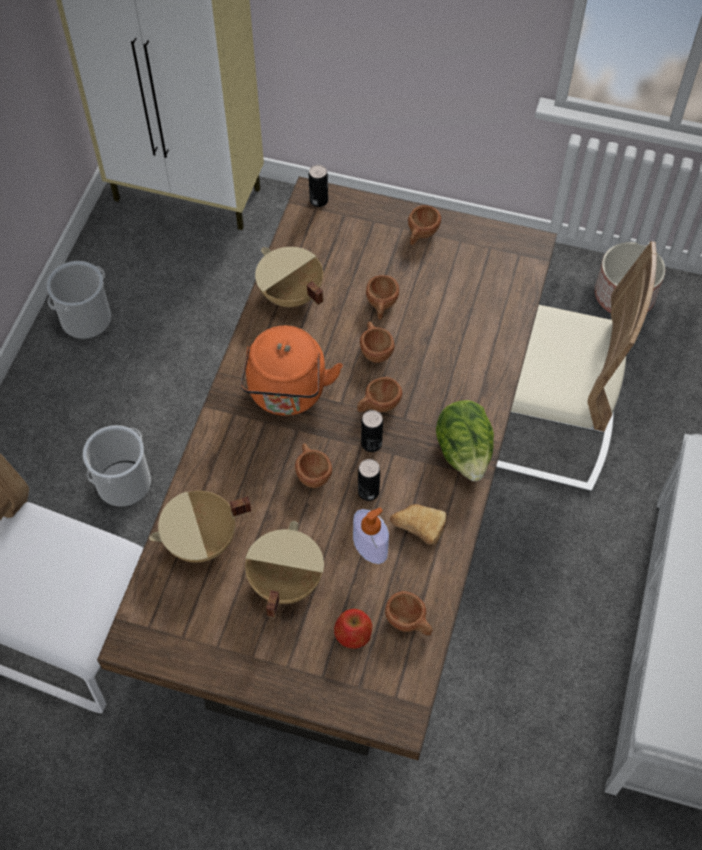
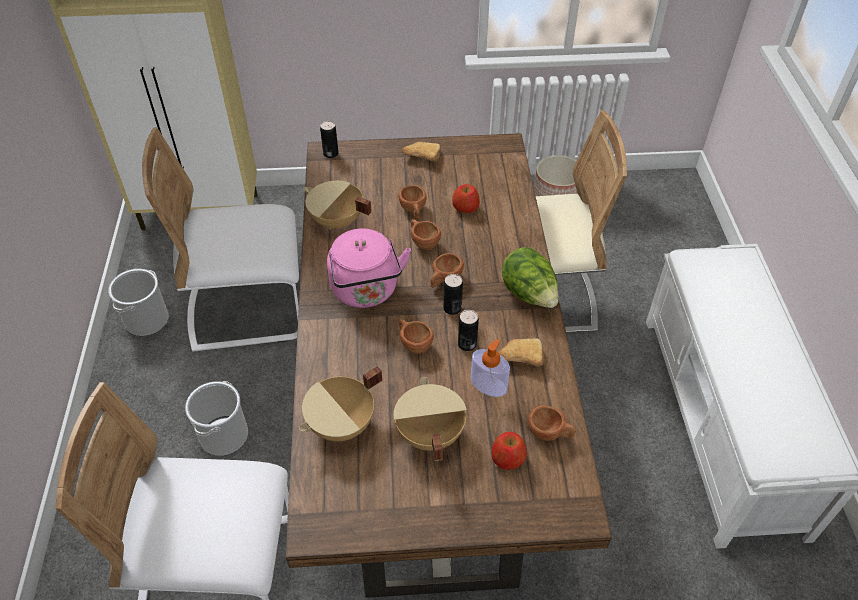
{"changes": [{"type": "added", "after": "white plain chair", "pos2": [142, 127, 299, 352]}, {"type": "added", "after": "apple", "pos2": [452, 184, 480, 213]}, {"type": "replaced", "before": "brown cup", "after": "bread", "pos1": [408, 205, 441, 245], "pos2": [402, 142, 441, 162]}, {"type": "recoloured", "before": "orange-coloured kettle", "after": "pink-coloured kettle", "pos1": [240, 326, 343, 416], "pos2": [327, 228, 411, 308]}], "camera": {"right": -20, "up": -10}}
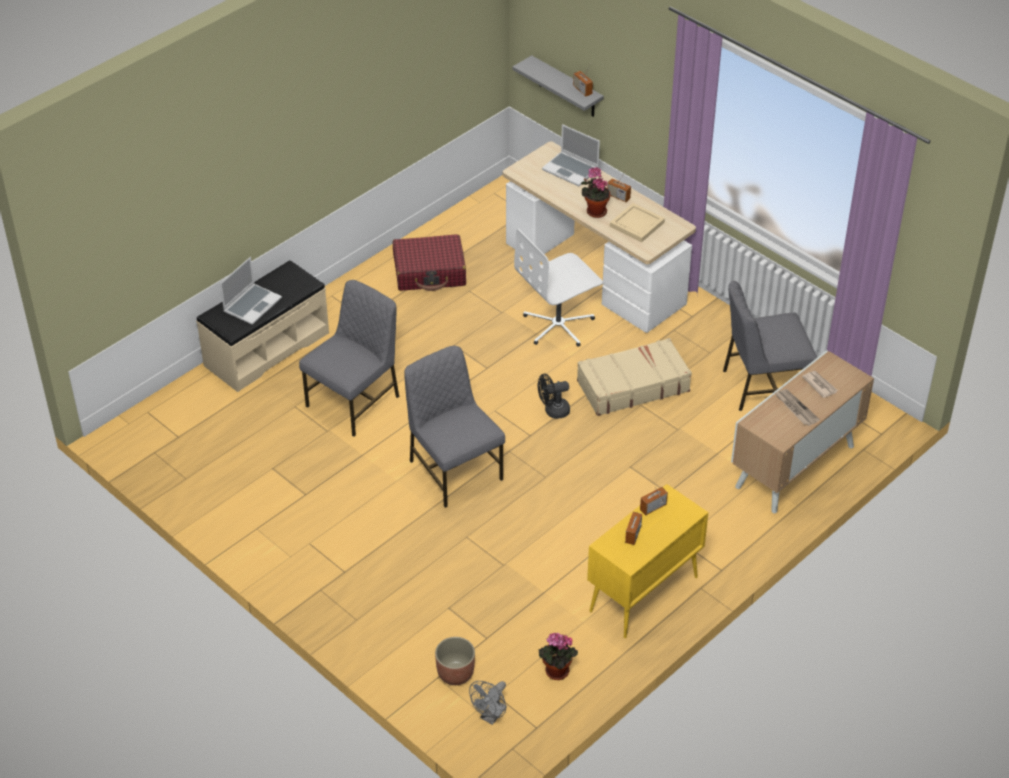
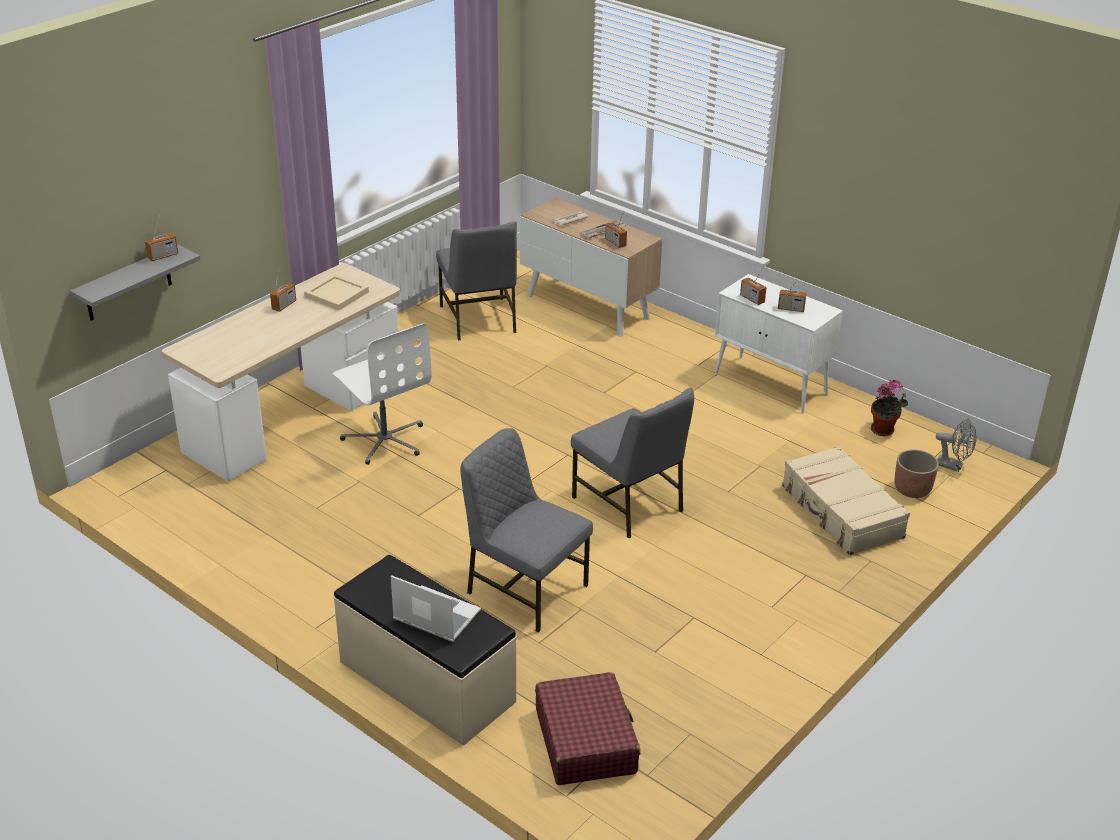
{"changes": [{"type": "removed", "before": "black electric fan", "pos1": [538, 374, 570, 419]}, {"type": "removed", "before": "portable computer", "pos1": [542, 124, 600, 186]}, {"type": "removed", "before": "plant in a pot", "pos1": [581, 167, 610, 218]}, {"type": "added", "after": "radio", "pos2": [605, 212, 627, 248]}, {"type": "moved", "before": "reddish suitcase", "pos1": [393, 234, 466, 291], "pos2": [535, 672, 640, 785]}, {"type": "moved", "before": "beige-coloured suitcase", "pos1": [577, 338, 692, 416], "pos2": [782, 446, 910, 555]}, {"type": "recoloured", "before": "yellow-coloured cabinet", "after": "white cabinet", "pos1": [587, 484, 709, 638], "pos2": [715, 274, 843, 414]}, {"type": "turned", "before": "greyish plain chair", "pos1": [404, 346, 505, 508], "pos2": [571, 388, 694, 538], "turn": -90}], "camera": {"right": -95, "up": -10}}
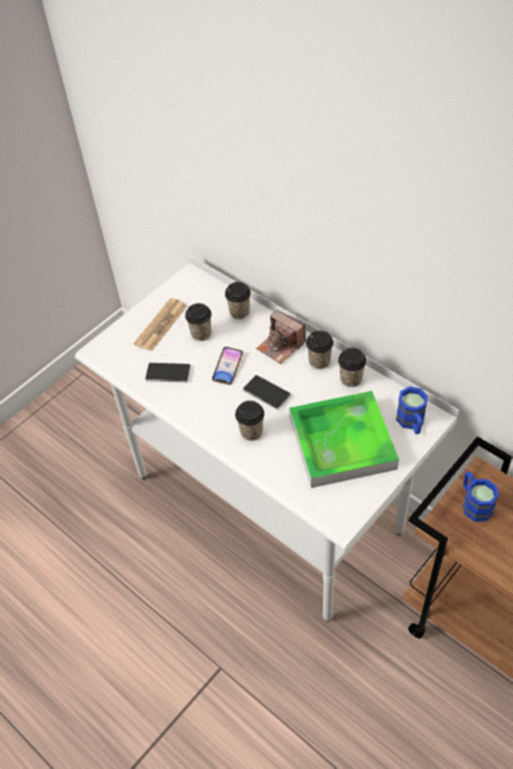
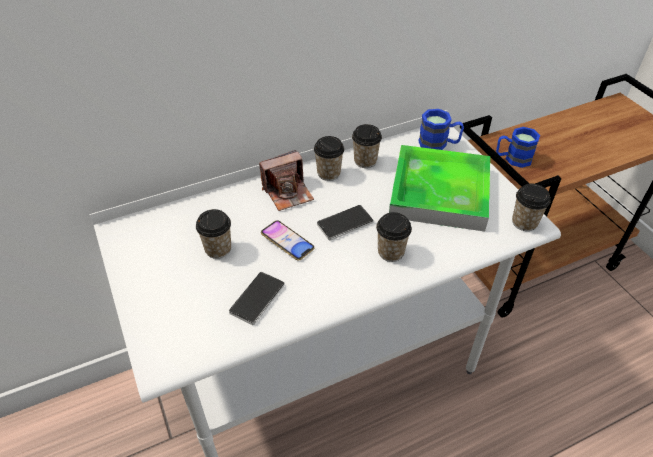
{"changes": [{"type": "removed", "before": "printed paper", "pos1": [134, 298, 187, 351]}, {"type": "moved", "before": "cup", "pos1": [225, 282, 251, 319], "pos2": [512, 183, 551, 231]}], "camera": {"right": -70, "up": -5}}
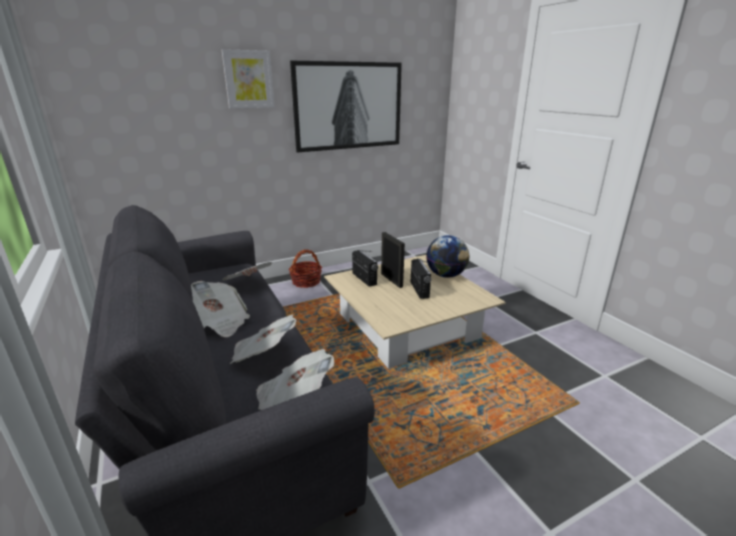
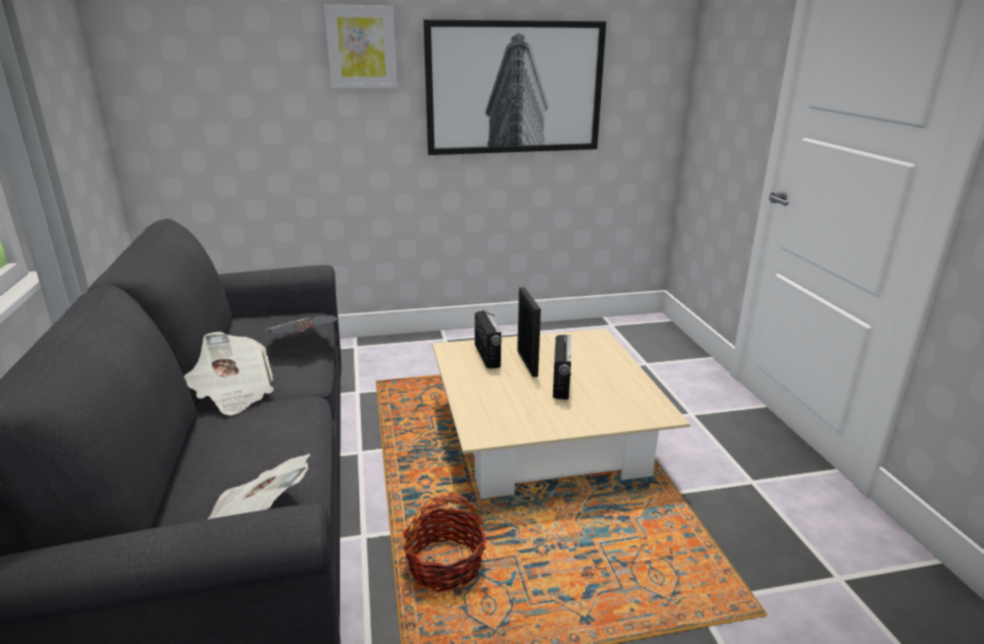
{"changes": [{"type": "removed", "before": "printed paper", "pos1": [230, 314, 296, 364]}, {"type": "removed", "before": "globe", "pos1": [426, 235, 470, 278]}, {"type": "moved", "before": "storage basket", "pos1": [289, 249, 322, 288], "pos2": [402, 492, 486, 592]}], "camera": {"right": 15, "up": 0}}
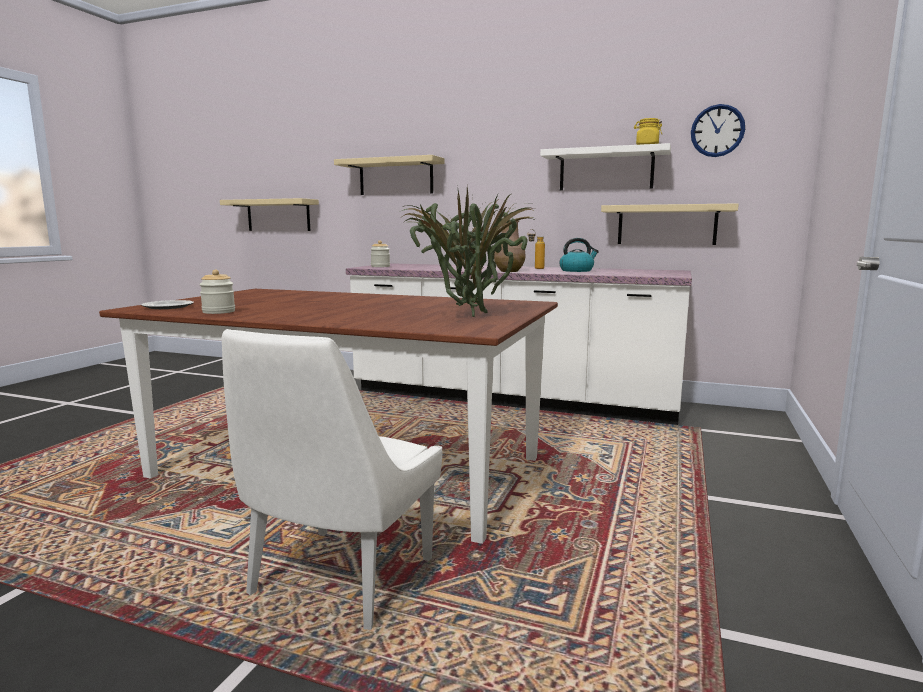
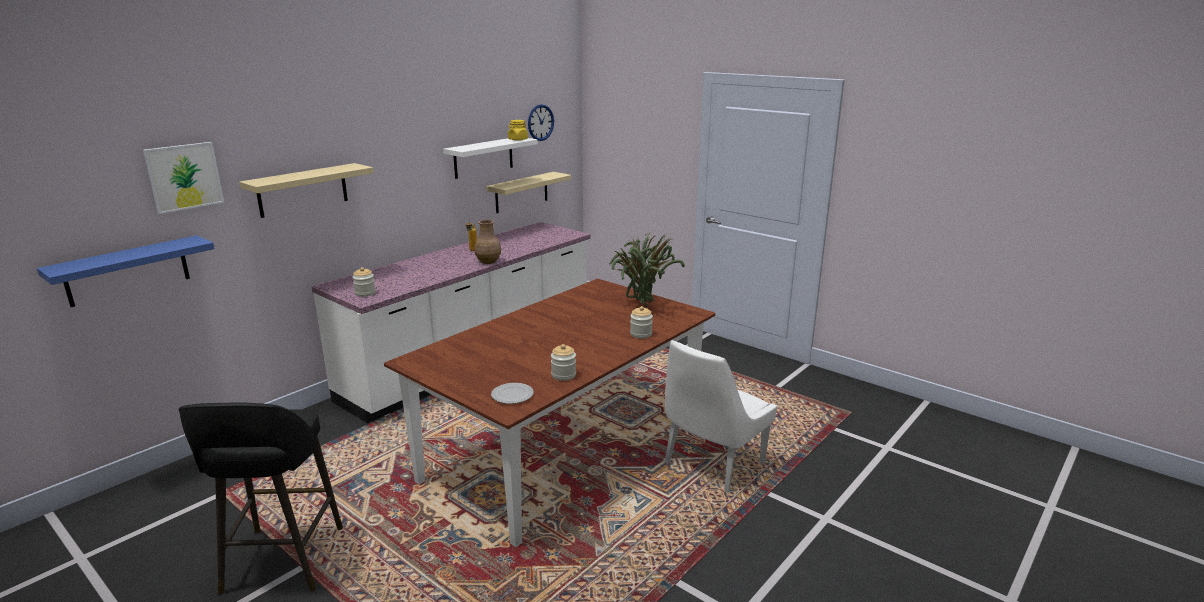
{"changes": [{"type": "removed", "before": "kettle", "pos1": [559, 238, 599, 272]}, {"type": "added", "after": "wall art", "pos2": [143, 142, 224, 214]}, {"type": "added", "after": "black sitting stool", "pos2": [178, 402, 343, 594]}, {"type": "added", "after": "preserve jar", "pos2": [630, 306, 653, 338]}, {"type": "recoloured", "before": "beige-coloured wall shelf", "after": "blue-coloured wall shelf", "pos1": [220, 198, 319, 231], "pos2": [37, 235, 215, 307]}, {"type": "turned", "before": "white plain chair", "pos1": [222, 329, 442, 630], "pos2": [665, 340, 777, 493], "turn": 90}], "camera": {"right": -70, "up": 10}}
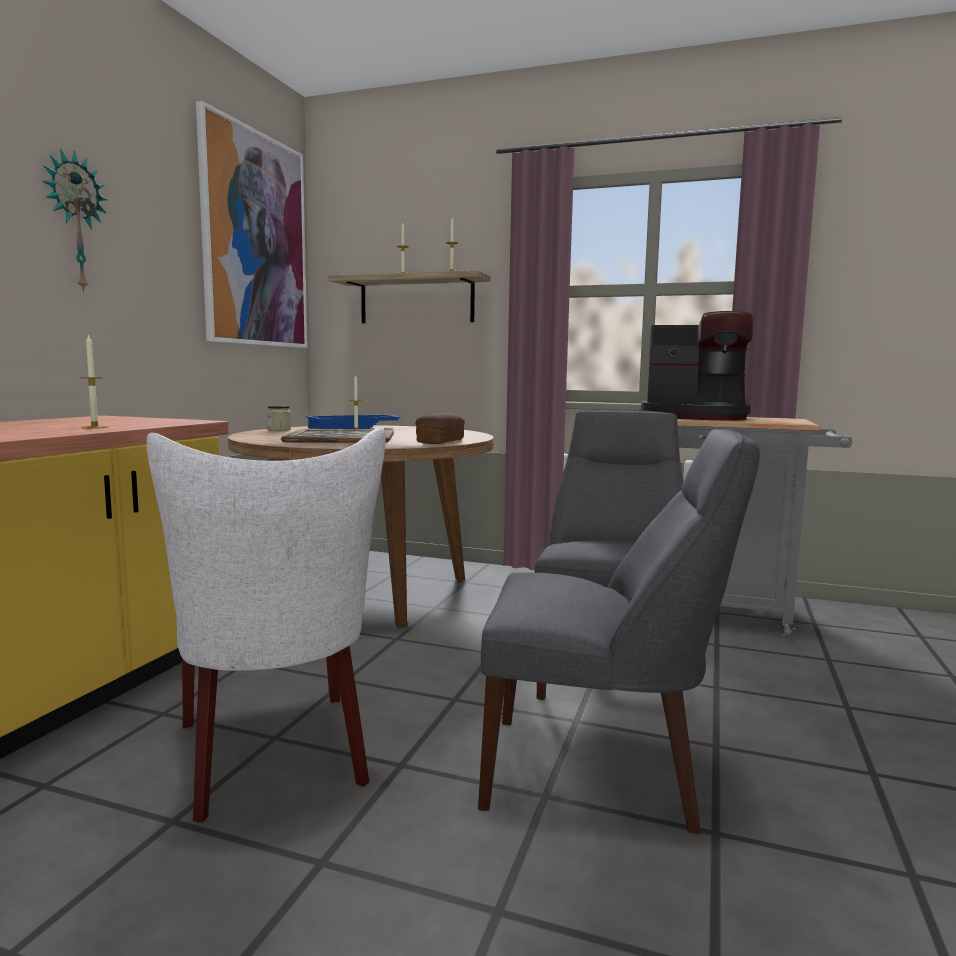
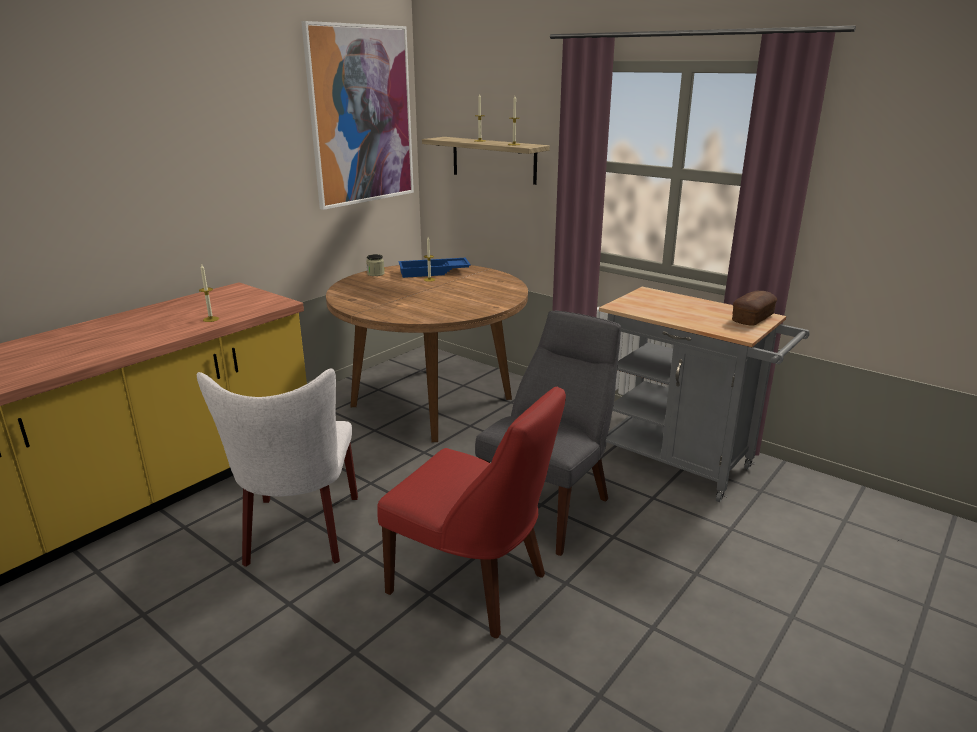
{"changes": [{"type": "removed", "before": "hanging clock", "pos1": [43, 149, 108, 292]}, {"type": "removed", "before": "serving tray", "pos1": [281, 429, 394, 443]}, {"type": "removed", "before": "coffee maker", "pos1": [641, 311, 753, 420]}, {"type": "moved", "before": "bread", "pos1": [415, 413, 465, 444], "pos2": [732, 290, 777, 326]}, {"type": "recoloured", "before": "greyish plain chair", "after": "reddish plain chair", "pos1": [478, 428, 760, 834], "pos2": [377, 386, 566, 639]}], "camera": {"right": 20, "up": 15}}
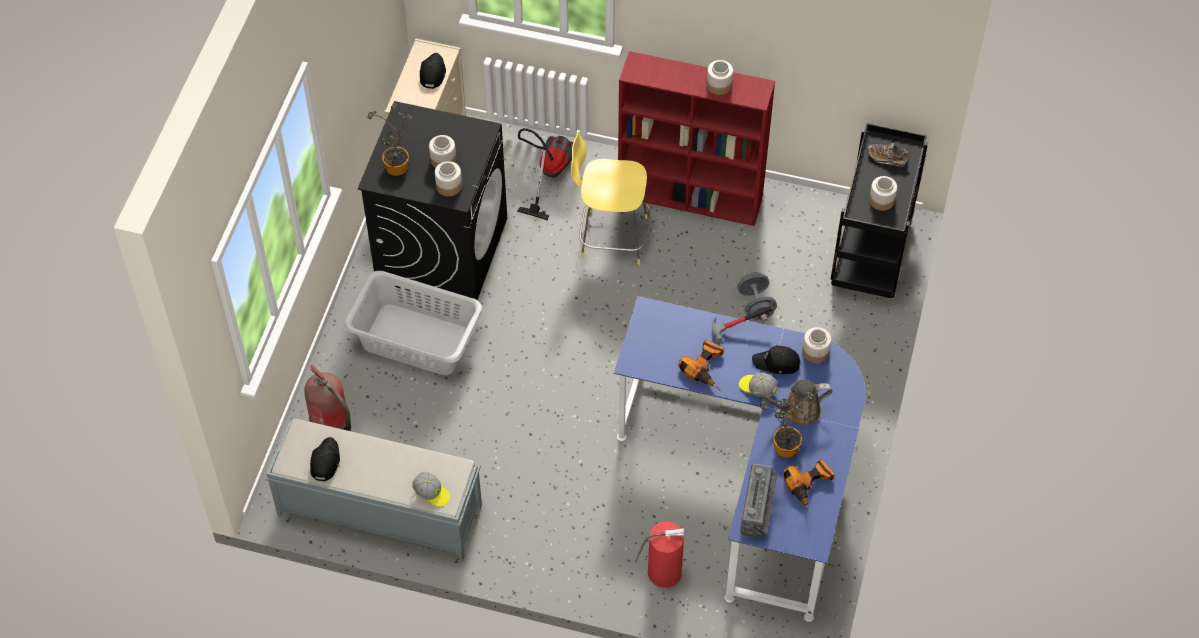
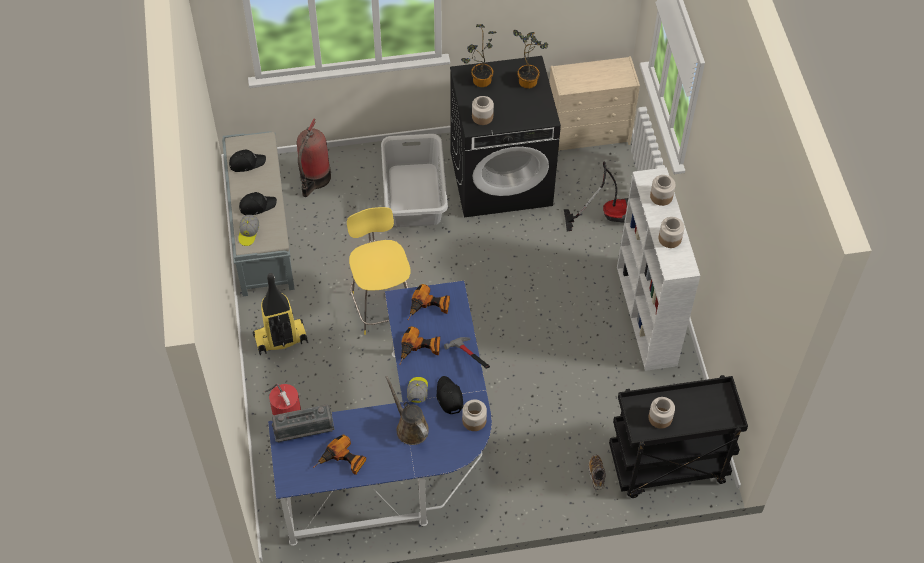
{"changes": [{"type": "removed", "before": "greyish hand weight", "pos1": [737, 271, 777, 322]}, {"type": "added", "after": "hoover", "pos2": [253, 273, 308, 355]}, {"type": "added", "after": "power drill", "pos2": [408, 284, 450, 320]}, {"type": "moved", "before": "black cap", "pos1": [420, 53, 446, 89], "pos2": [239, 192, 277, 215]}, {"type": "moved", "before": "preserve jar", "pos1": [429, 135, 456, 168], "pos2": [650, 175, 675, 206]}, {"type": "moved", "before": "yellow-coloured sitting stool", "pos1": [571, 131, 650, 264], "pos2": [347, 207, 411, 335]}, {"type": "moved", "before": "plant in a pot", "pos1": [760, 391, 815, 458], "pos2": [513, 30, 548, 89]}, {"type": "moved", "before": "low shoe", "pos1": [867, 143, 909, 166], "pos2": [588, 455, 606, 490]}, {"type": "recoloured", "before": "reddish shelving unit", "after": "white shelving unit", "pos1": [618, 51, 775, 226], "pos2": [617, 167, 700, 371]}], "camera": {"right": 65, "up": 0}}
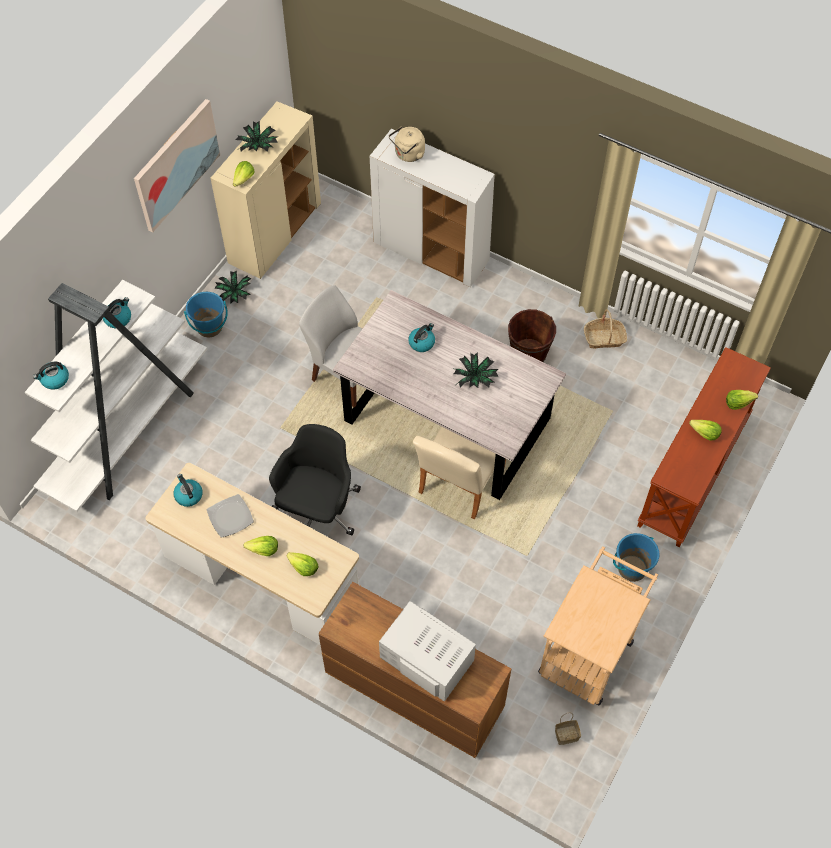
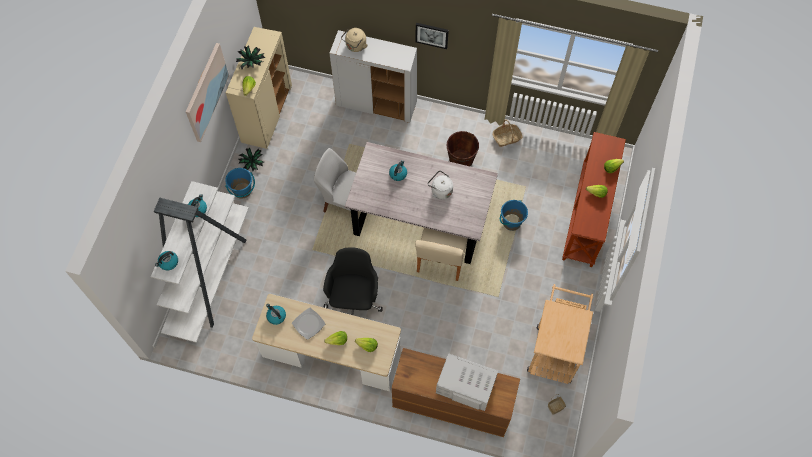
{"changes": [{"type": "added", "after": "wall art", "pos2": [415, 23, 449, 49]}, {"type": "moved", "before": "blue-coloured pail", "pos1": [613, 533, 659, 582], "pos2": [500, 200, 528, 231]}, {"type": "replaced", "before": "plant in a pot", "after": "white kettle", "pos1": [453, 352, 498, 388], "pos2": [427, 170, 453, 199]}], "camera": {"right": -15, "up": 5}}
